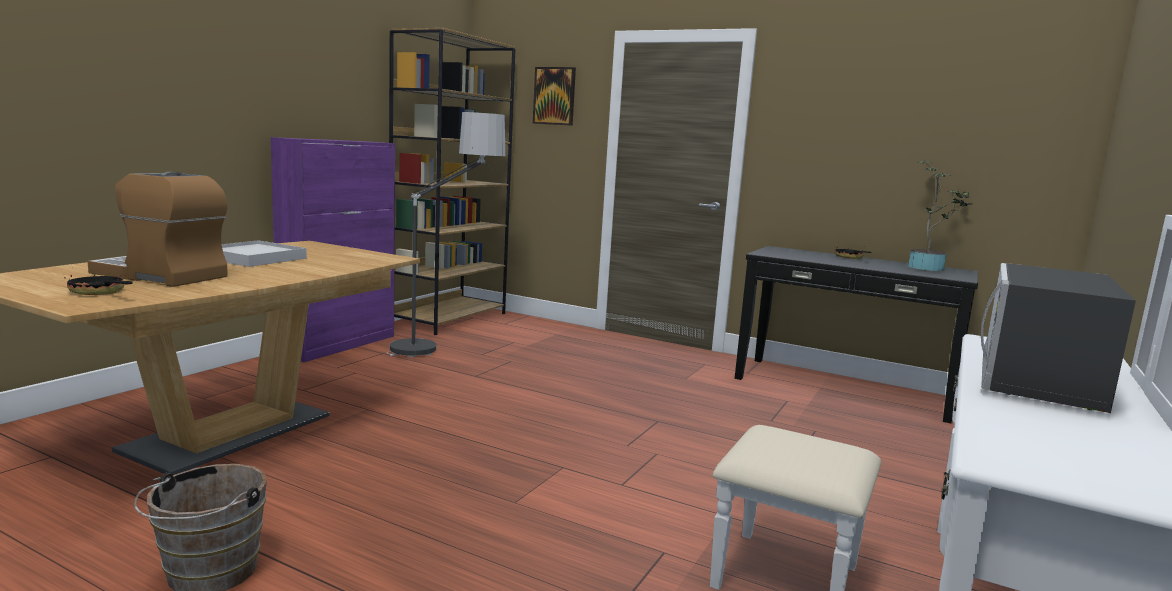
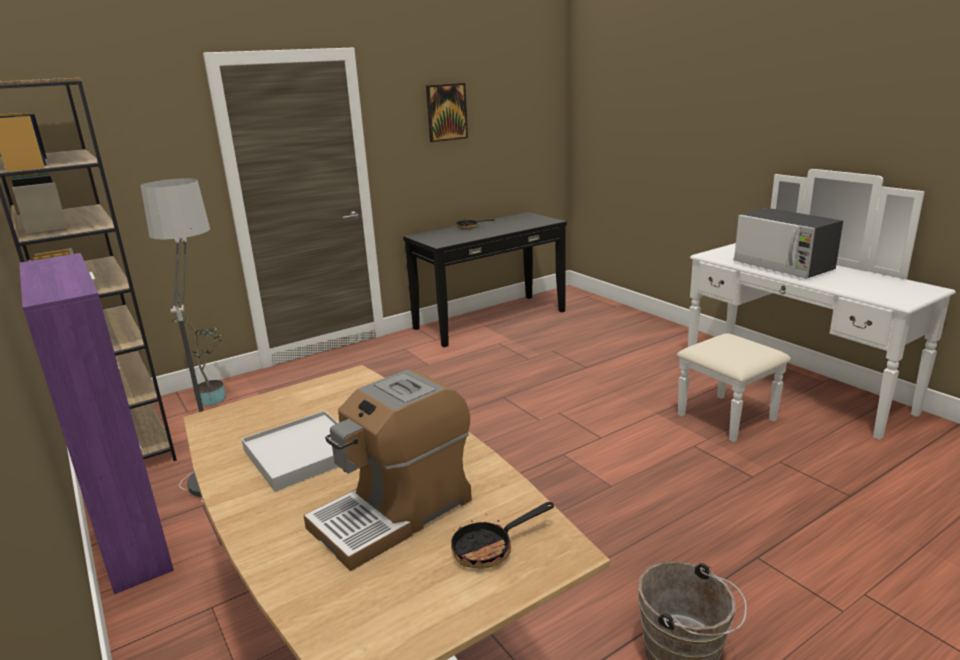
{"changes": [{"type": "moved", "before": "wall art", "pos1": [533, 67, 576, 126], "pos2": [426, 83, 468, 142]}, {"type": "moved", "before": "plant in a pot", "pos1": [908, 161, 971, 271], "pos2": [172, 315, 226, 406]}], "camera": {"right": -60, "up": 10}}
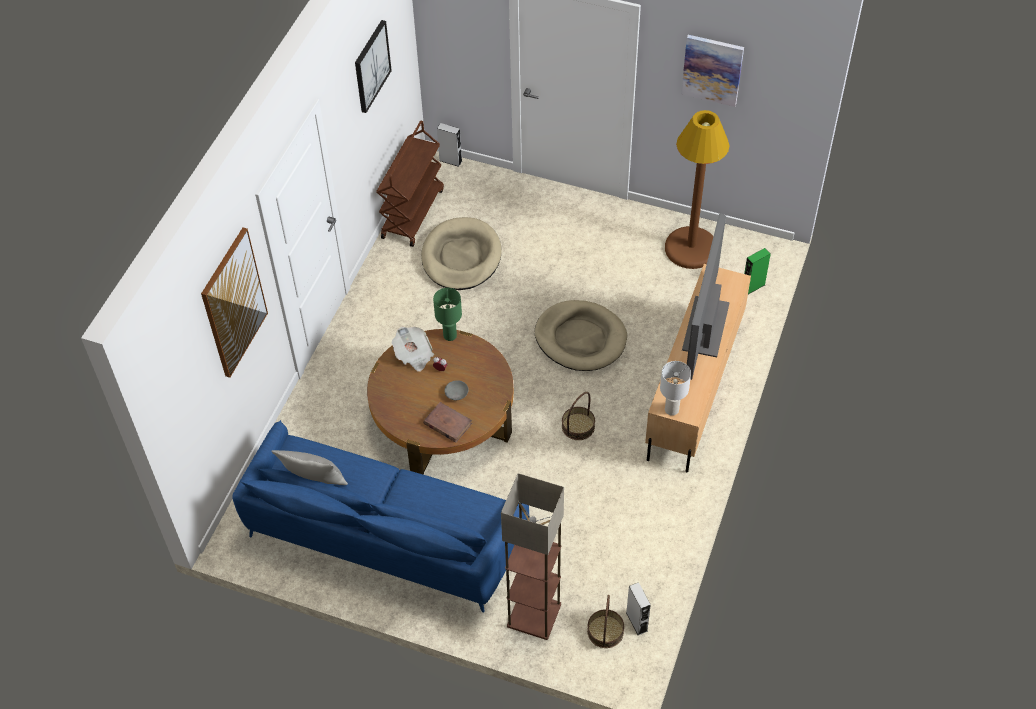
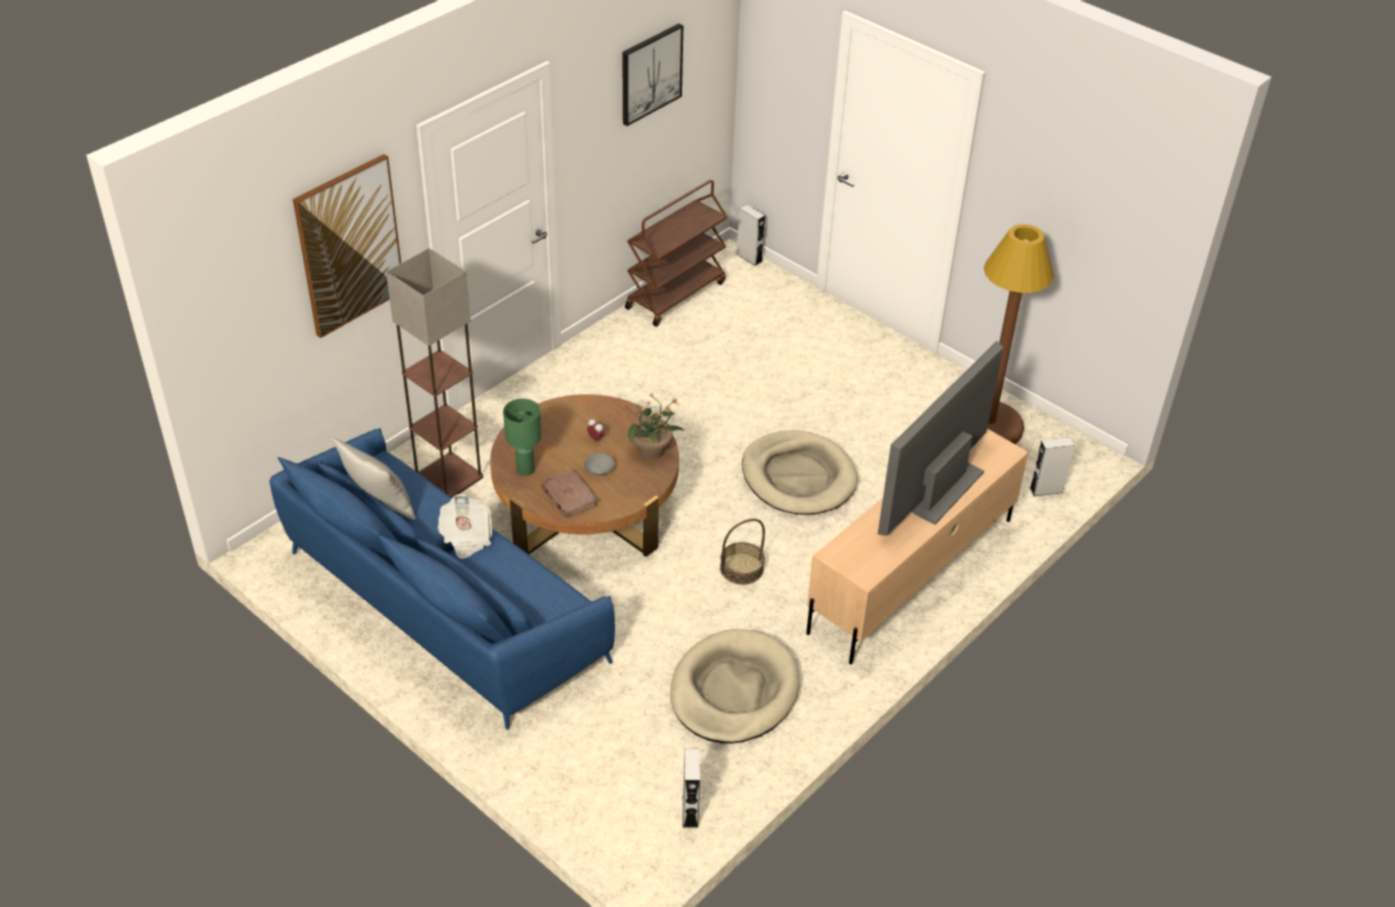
{"changes": [{"type": "removed", "before": "storage basket", "pos1": [587, 595, 624, 648]}, {"type": "removed", "before": "white lamp for a table", "pos1": [660, 361, 691, 416]}, {"type": "removed", "before": "wall art", "pos1": [681, 35, 744, 107]}, {"type": "added", "after": "plant in a pot", "pos2": [623, 393, 684, 459]}, {"type": "moved", "before": "printed paper", "pos1": [392, 326, 434, 372], "pos2": [437, 494, 492, 559]}, {"type": "moved", "before": "beige-coloured pet bed", "pos1": [421, 217, 502, 290], "pos2": [671, 629, 800, 744]}, {"type": "moved", "before": "green lamp for a table", "pos1": [433, 288, 462, 341], "pos2": [503, 398, 542, 476]}, {"type": "moved", "before": "floor lamp", "pos1": [501, 473, 564, 640], "pos2": [386, 248, 483, 498]}, {"type": "recoloured", "before": "green audio speaker", "after": "greyish audio speaker", "pos1": [744, 248, 771, 294], "pos2": [1030, 437, 1075, 496]}], "camera": {"right": 20, "up": -10}}
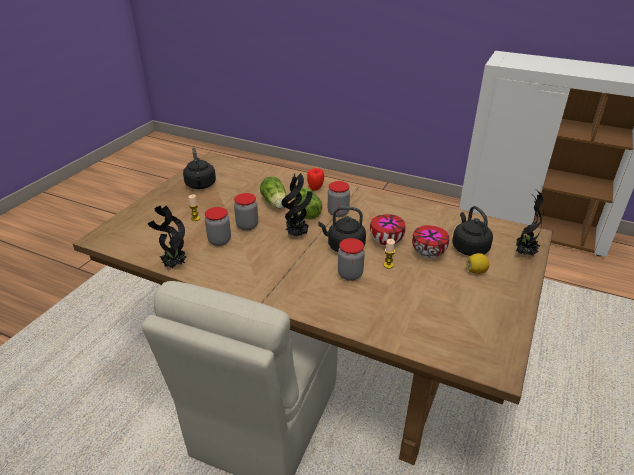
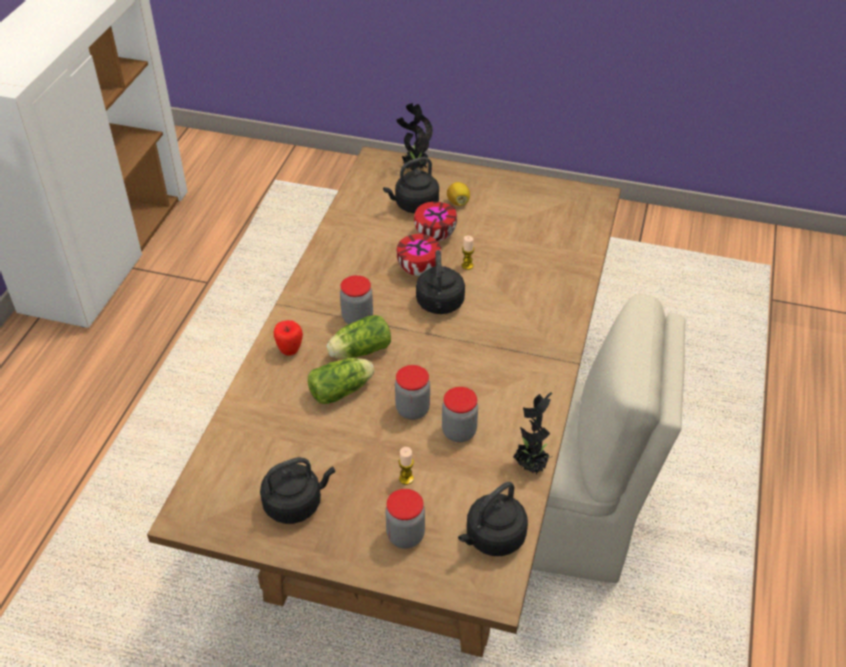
{"changes": [{"type": "removed", "before": "plant in a pot", "pos1": [281, 173, 312, 237]}, {"type": "added", "after": "black kettle", "pos2": [458, 482, 528, 556]}, {"type": "moved", "before": "preserve jar", "pos1": [338, 238, 365, 281], "pos2": [385, 489, 425, 549]}], "camera": {"right": -100, "up": 10}}
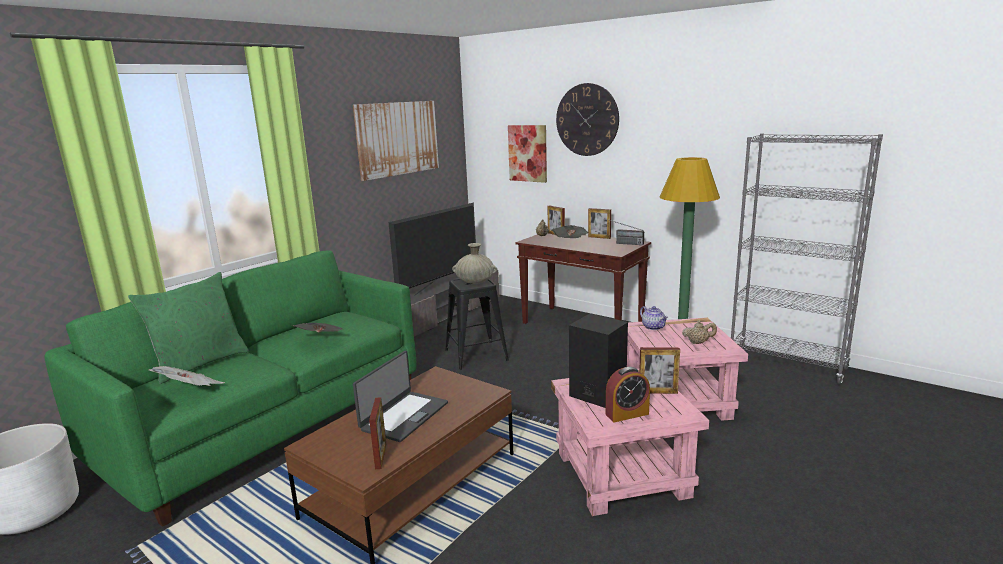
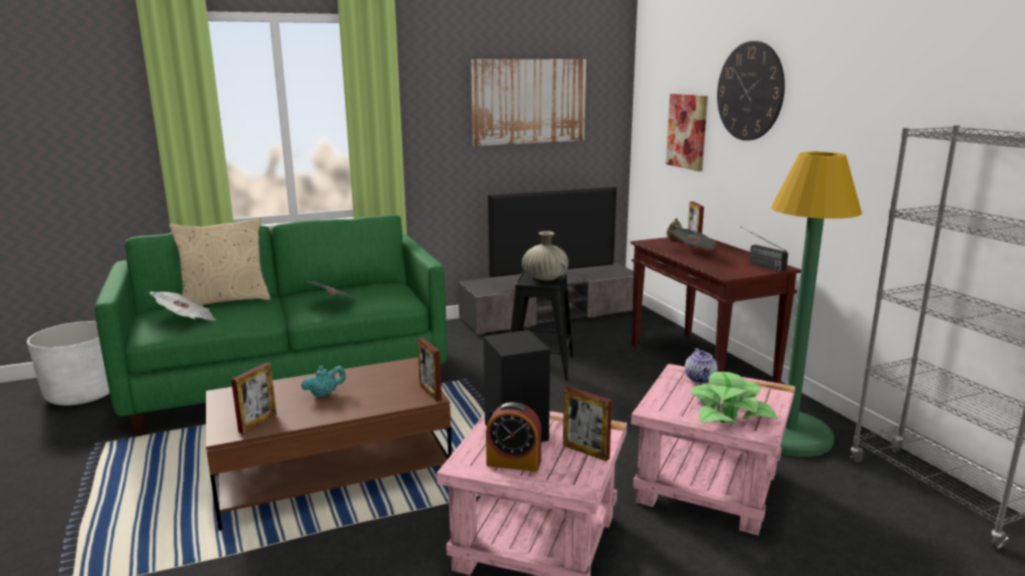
{"changes": [{"type": "moved", "before": "standing frame", "pos1": [588, 208, 611, 239], "pos2": [417, 337, 442, 401]}, {"type": "replaced", "before": "portable computer", "after": "turquoise pot for tea", "pos1": [353, 351, 448, 442], "pos2": [301, 366, 346, 397]}, {"type": "replaced", "before": "beige-coloured pot for tea", "after": "plant in a pot", "pos1": [682, 320, 717, 344], "pos2": [690, 372, 778, 424]}, {"type": "recoloured", "before": "green cushion", "after": "beige-coloured cushion", "pos1": [128, 272, 249, 384], "pos2": [169, 217, 270, 305]}], "camera": {"right": 30, "up": 0}}
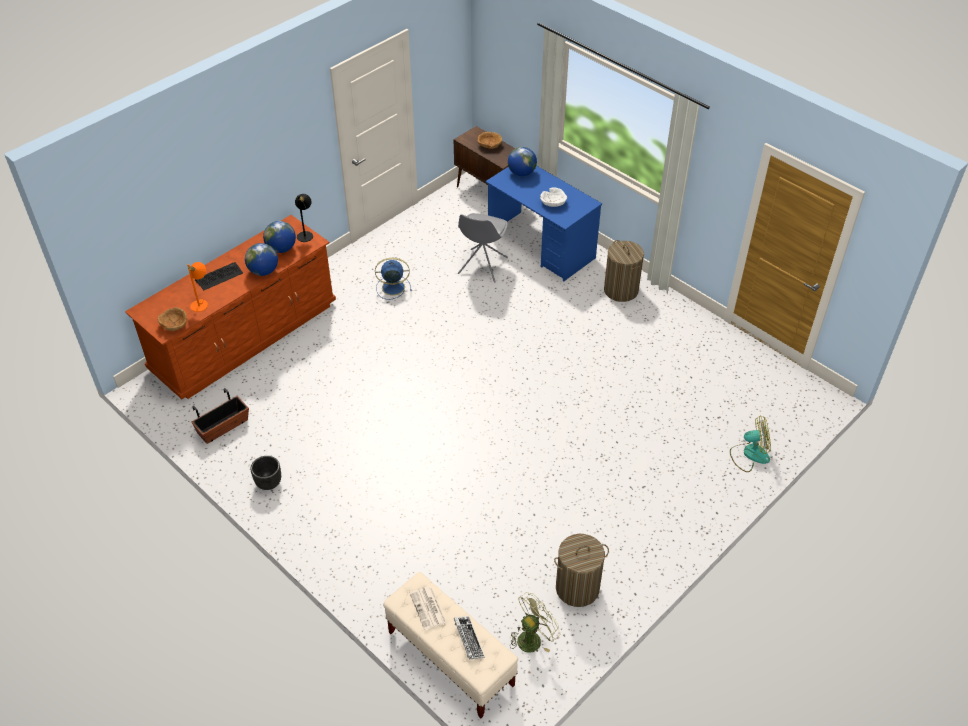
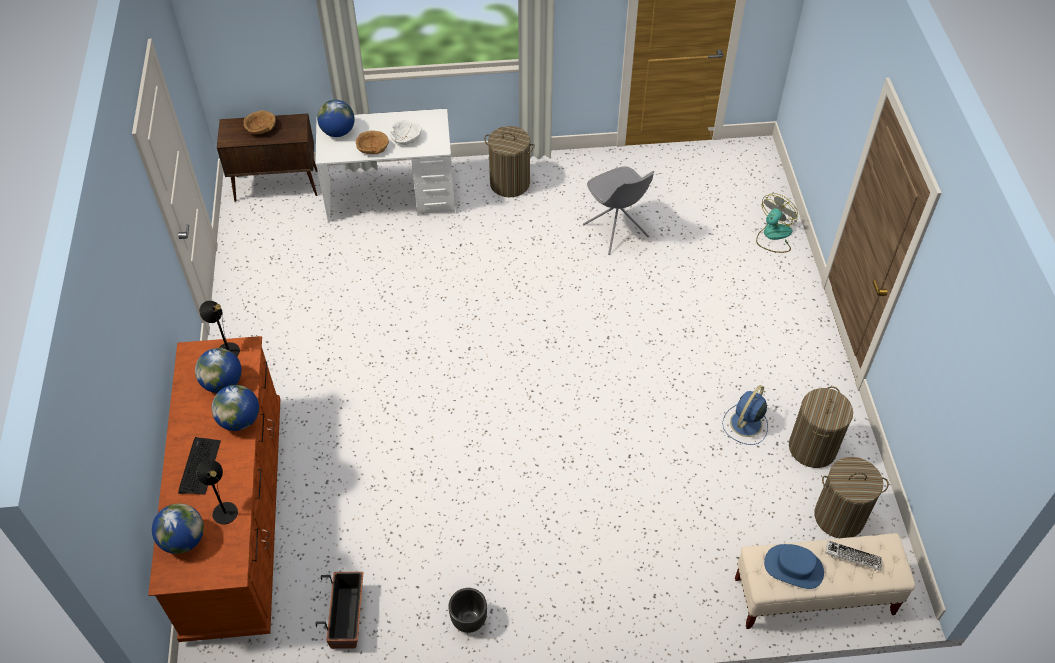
{"changes": [{"type": "added", "after": "globe", "pos2": [152, 503, 204, 554]}, {"type": "moved", "before": "brown bowl", "pos1": [158, 307, 187, 331], "pos2": [356, 131, 389, 154]}, {"type": "moved", "before": "blue-coloured electric fan", "pos1": [375, 258, 412, 300], "pos2": [722, 385, 768, 445]}, {"type": "moved", "before": "greyish plain chair", "pos1": [458, 213, 508, 283], "pos2": [583, 166, 655, 255]}, {"type": "replaced", "before": "printed paper", "after": "blue-coloured clothing hat", "pos1": [410, 586, 446, 630], "pos2": [764, 544, 824, 589]}, {"type": "replaced", "before": "green electric fan", "after": "washing basket", "pos1": [510, 592, 561, 653], "pos2": [814, 457, 889, 538]}, {"type": "recoloured", "before": "orange-coloured lamp for a table", "after": "black lamp for a table", "pos1": [187, 262, 208, 312], "pos2": [197, 460, 238, 525]}, {"type": "recoloured", "before": "blue-coloured desk unit", "after": "white desk unit", "pos1": [486, 166, 602, 282], "pos2": [315, 109, 455, 222]}], "camera": {"right": -50, "up": 5}}
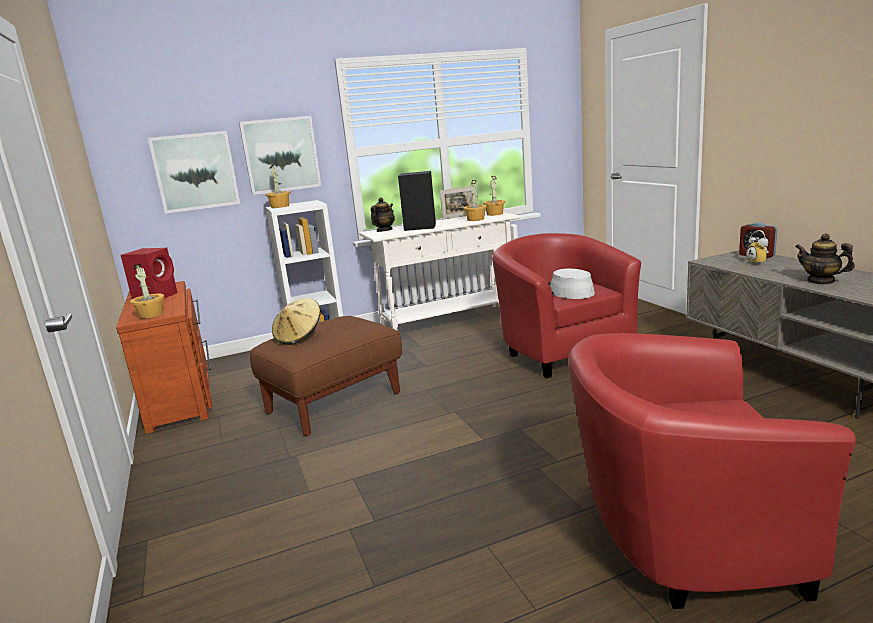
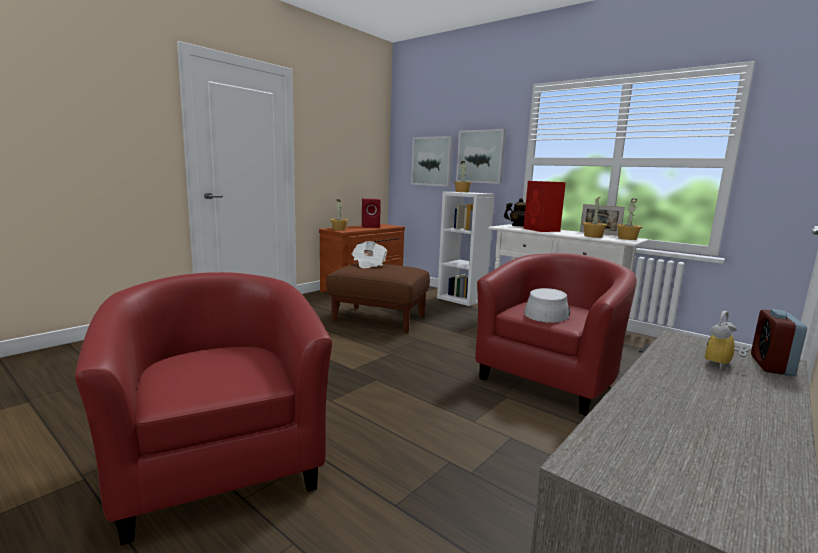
{"changes": [{"type": "removed", "before": "pot for tea", "pos1": [795, 234, 855, 284]}, {"type": "replaced", "before": "beige-coloured clothing hat", "after": "printed paper", "pos1": [272, 298, 320, 345], "pos2": [352, 241, 387, 268]}, {"type": "recoloured", "before": "black audio speaker", "after": "reddish audio speaker", "pos1": [398, 171, 436, 231], "pos2": [523, 181, 566, 232]}], "camera": {"right": 60, "up": -5}}
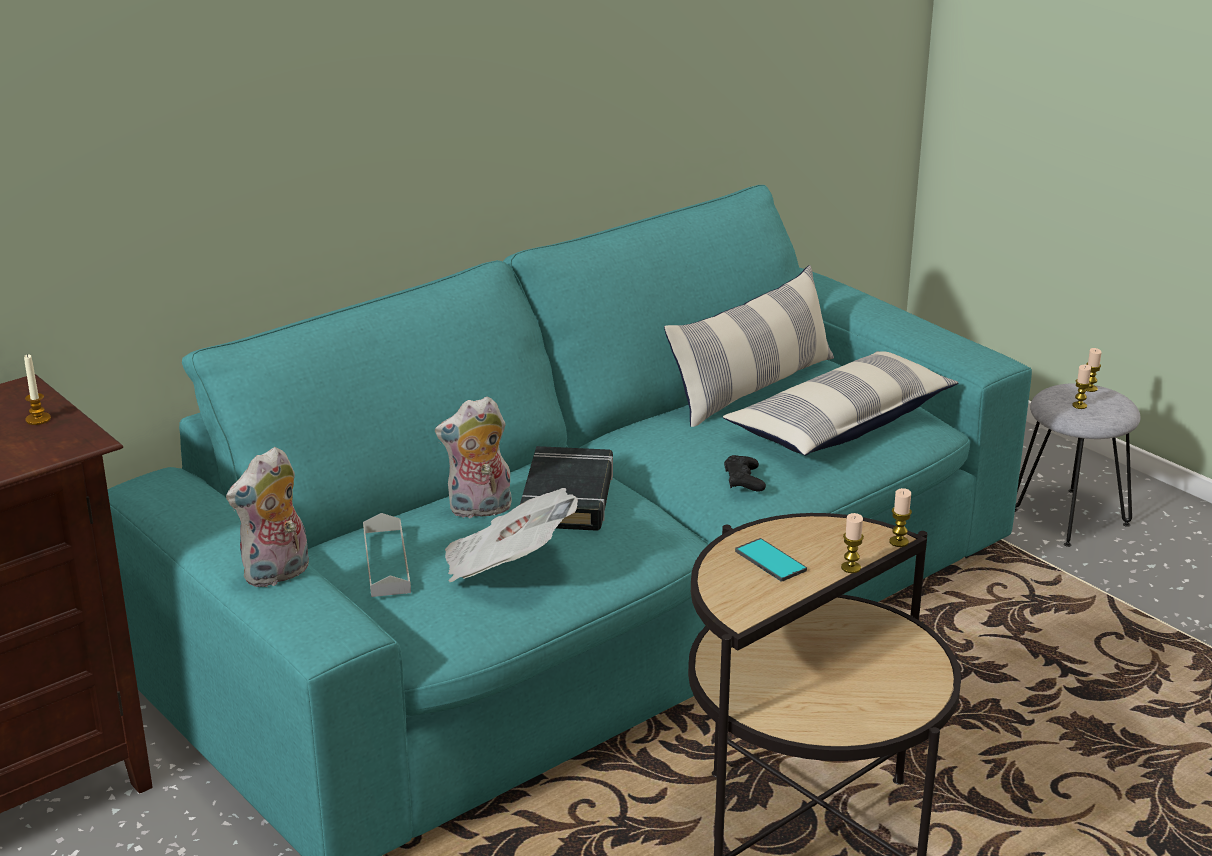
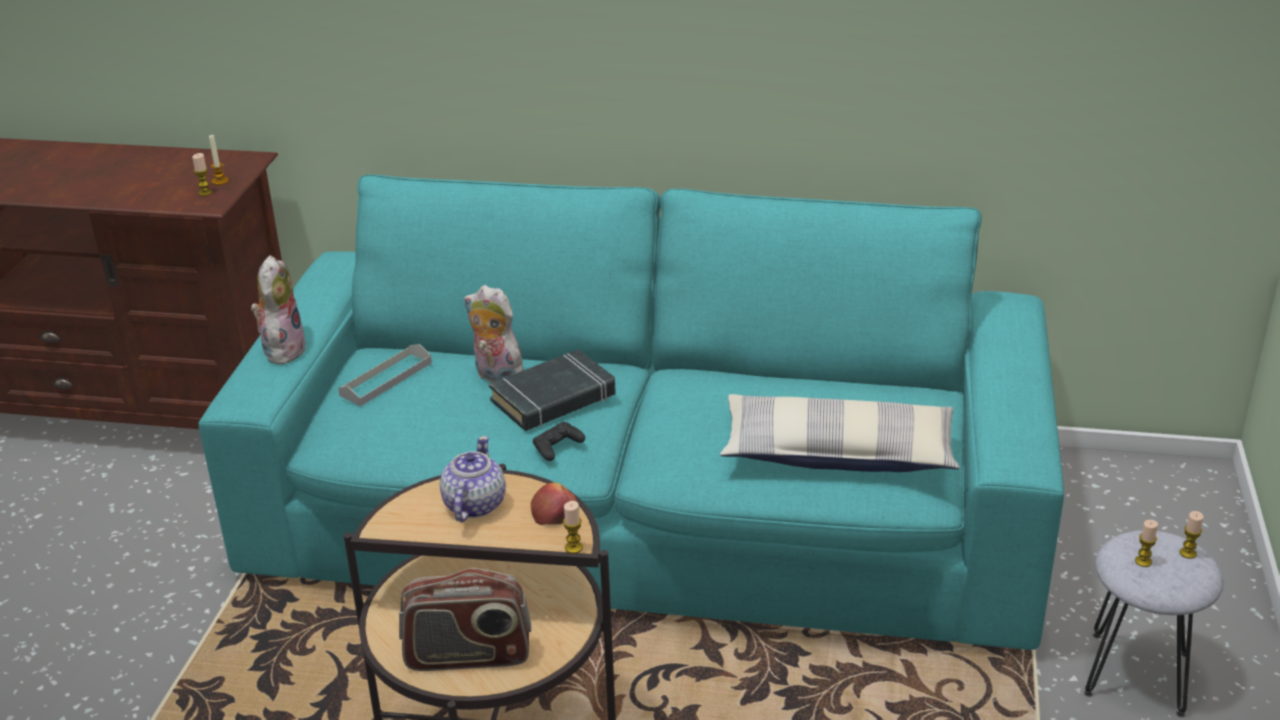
{"changes": [{"type": "removed", "before": "printed paper", "pos1": [445, 488, 578, 583]}, {"type": "removed", "before": "cushion", "pos1": [664, 265, 834, 427]}, {"type": "added", "after": "radio", "pos2": [399, 568, 531, 671]}, {"type": "added", "after": "apple", "pos2": [531, 483, 577, 525]}, {"type": "moved", "before": "black game controller", "pos1": [724, 455, 766, 492], "pos2": [533, 422, 585, 461]}, {"type": "moved", "before": "wax candle", "pos1": [841, 513, 864, 573], "pos2": [192, 153, 212, 196]}, {"type": "replaced", "before": "handset", "after": "pot for tea", "pos1": [735, 538, 807, 582], "pos2": [440, 436, 506, 522]}, {"type": "turned", "before": "cuddly toy", "pos1": [226, 447, 309, 588], "pos2": [251, 255, 307, 365], "turn": 90}], "camera": {"right": 50, "up": 5}}
